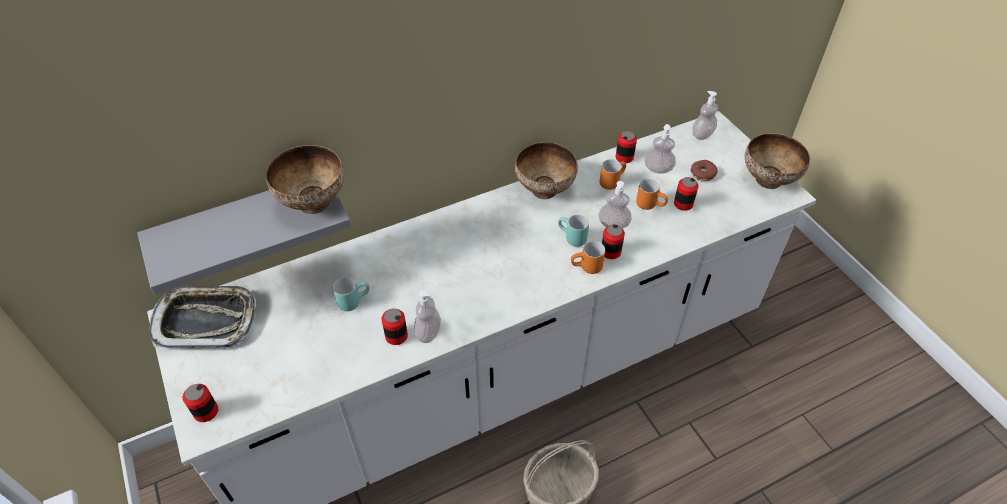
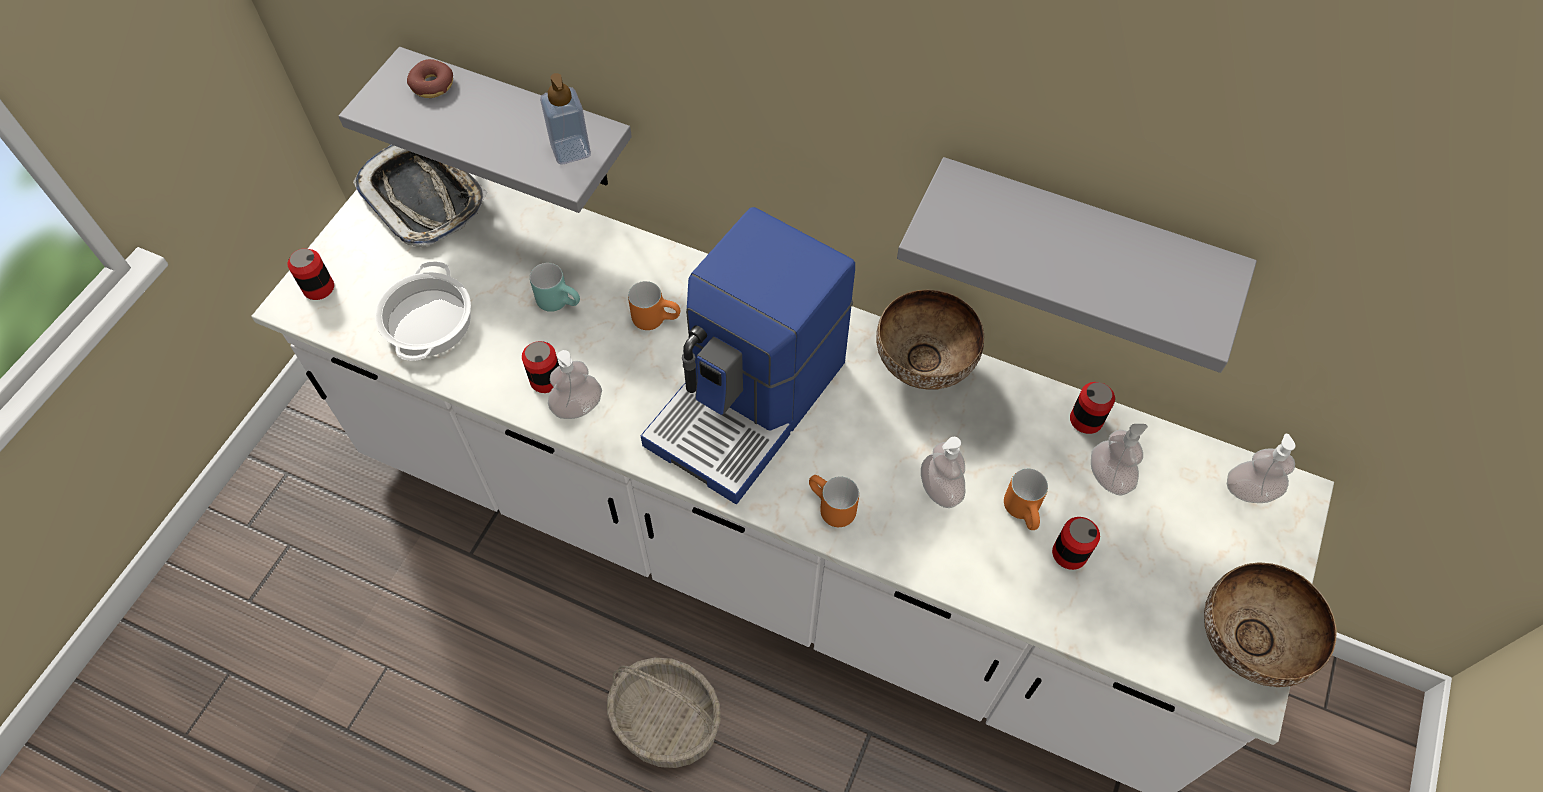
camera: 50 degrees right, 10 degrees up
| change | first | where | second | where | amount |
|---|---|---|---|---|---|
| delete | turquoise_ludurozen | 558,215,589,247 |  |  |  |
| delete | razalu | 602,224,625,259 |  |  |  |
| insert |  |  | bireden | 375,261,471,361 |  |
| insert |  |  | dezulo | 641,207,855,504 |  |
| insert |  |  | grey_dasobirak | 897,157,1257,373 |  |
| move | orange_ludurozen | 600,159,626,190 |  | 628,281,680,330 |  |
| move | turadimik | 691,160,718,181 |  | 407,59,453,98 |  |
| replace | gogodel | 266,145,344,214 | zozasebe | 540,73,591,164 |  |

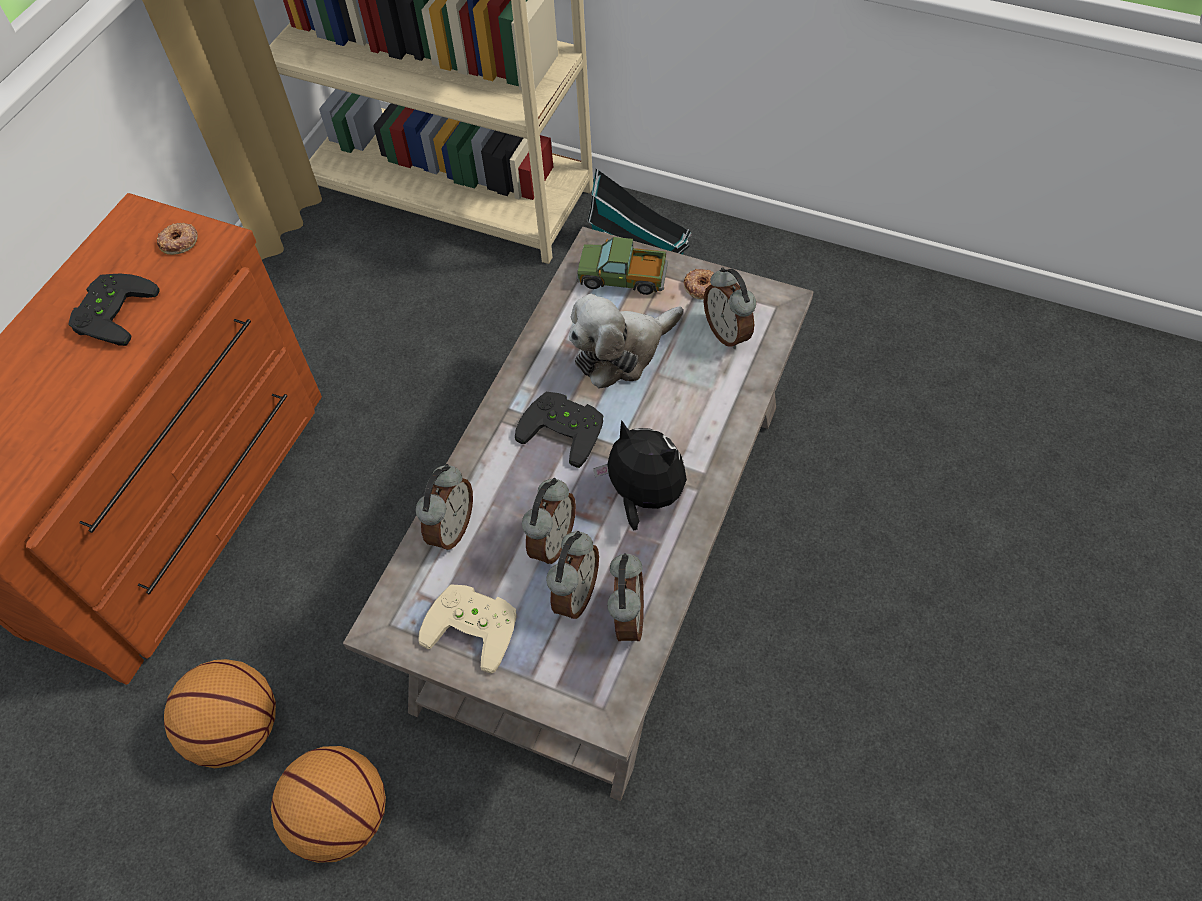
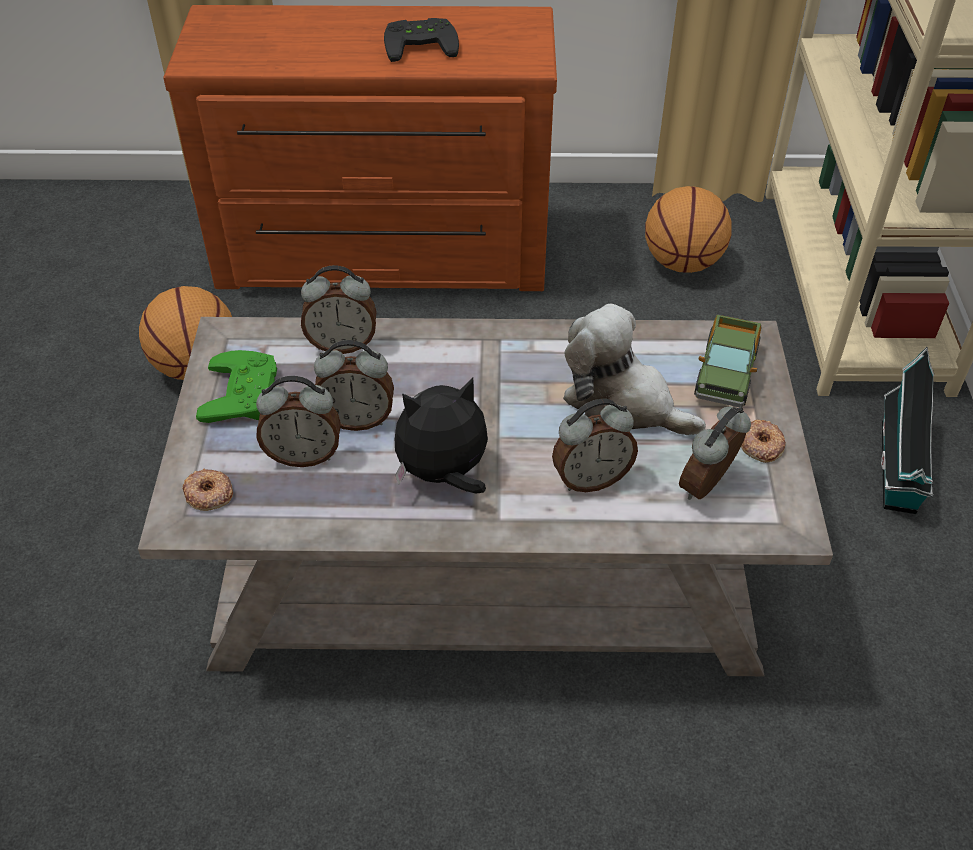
camera: 65 degrees right, 10 degrees down
| change | first | where | second | where | amount |
|---|---|---|---|---|---|
| delete | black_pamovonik | 515,392,603,468 |  |  |  |
| move | turadimik | 157,223,197,255 |  | 182,469,233,511 |  |
| move | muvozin | 271,746,386,863 |  | 645,186,732,273 |  |
| move | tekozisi | 607,553,644,641 |  | 552,399,638,492 |  |
| recolor | beige_pamovonik | 418,584,517,674 | green_pamovonik | 196,350,277,423 |  |
| rotate | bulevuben | 576,237,668,295 |  | 694,315,762,407 | 150 degrees counterclockwise |
| rotate | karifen | 593,420,687,530 |  | 395,377,488,494 | 120 degrees counterclockwise |

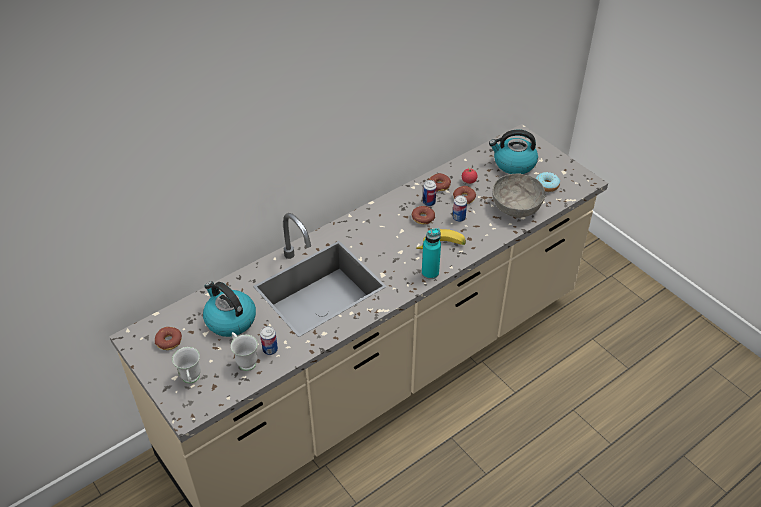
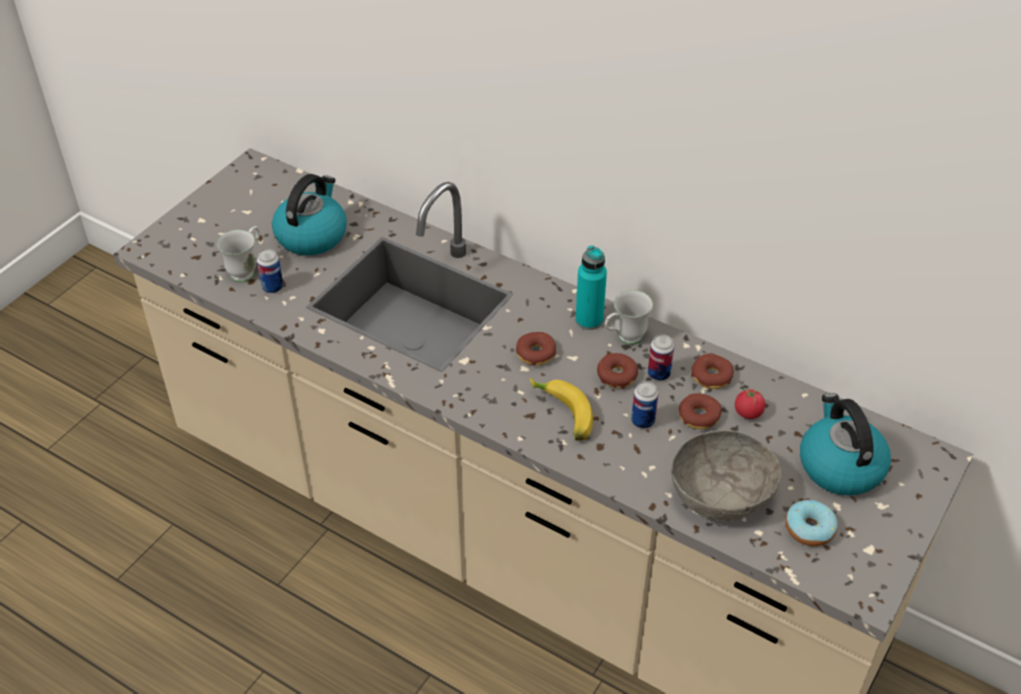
camera: 70 degrees right, 0 degrees up
| change | first | where | second | where | amount |
|---|---|---|---|---|---|
| move | turadimik | 155,327,182,350 |  | 516,332,556,365 |  |
| move | white_ludurozen | 172,347,201,383 |  | 605,290,653,345 |  |
| move | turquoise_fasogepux | 422,228,441,279 |  | 575,245,607,330 |  |

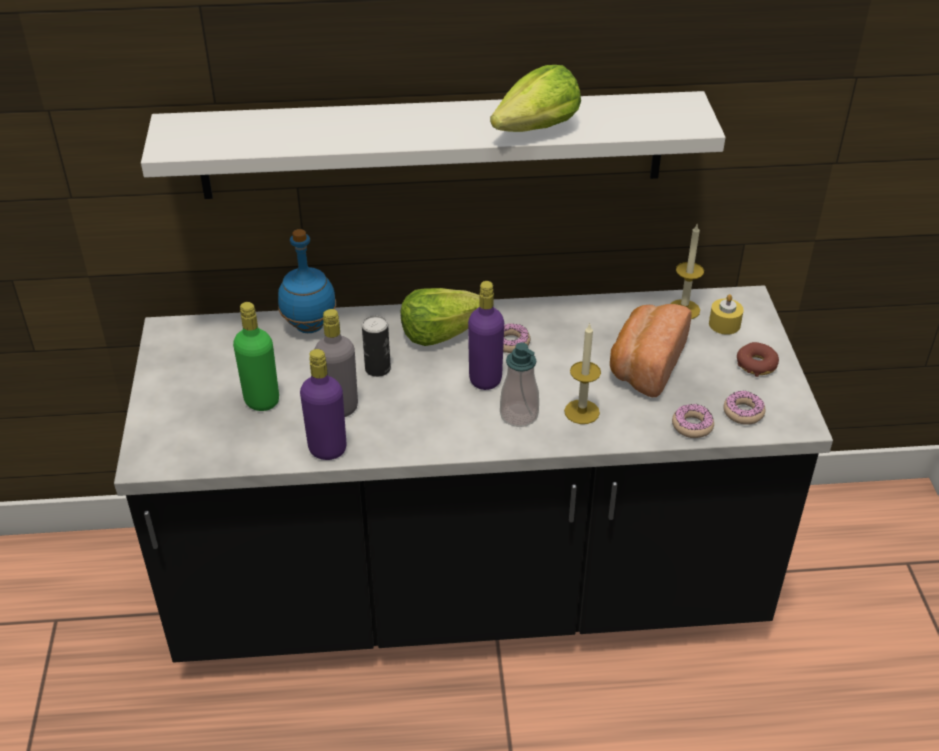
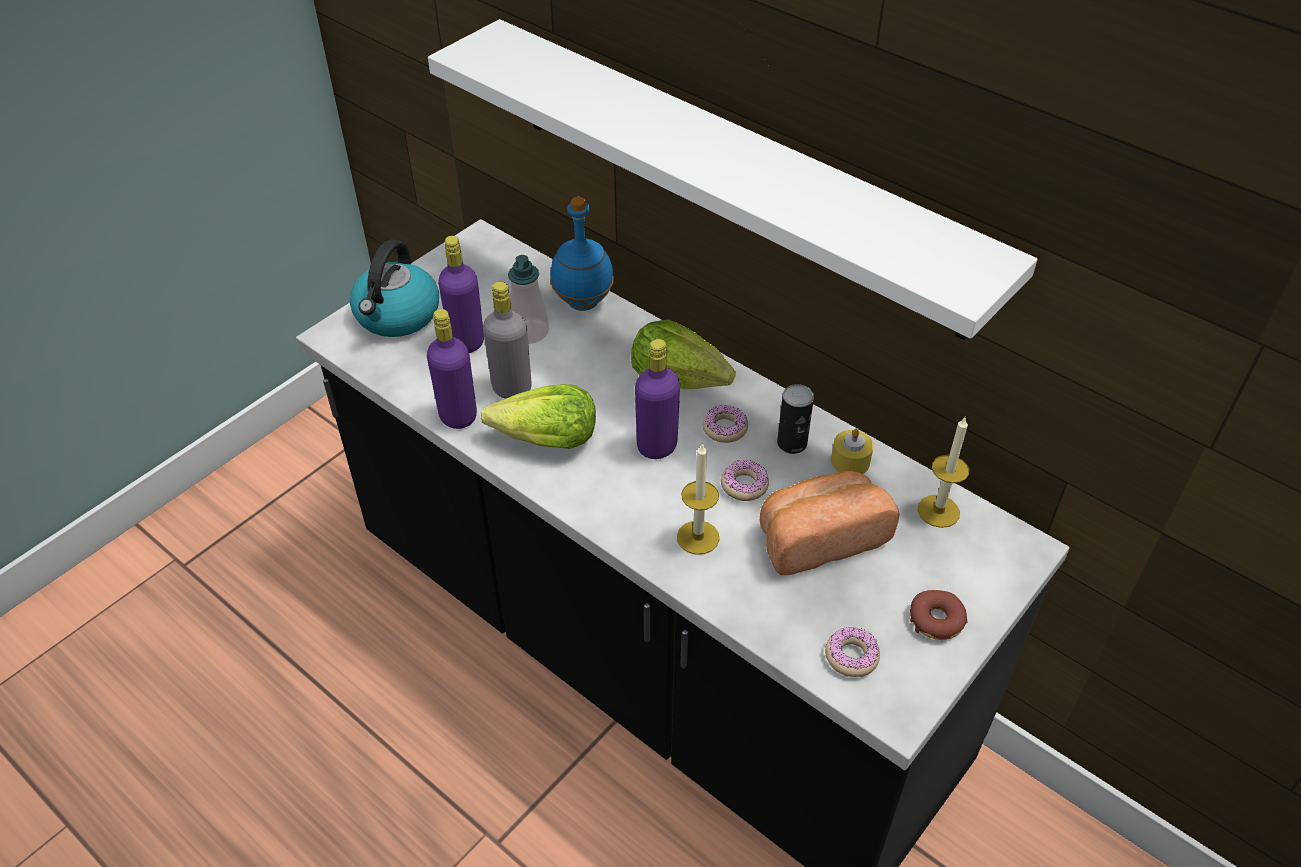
camera: 45 degrees right, 5 degrees up
| change | first | where | second | where | amount |
|---|---|---|---|---|---|
| insert |  |  | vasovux | 350,239,439,337 |  |
| move | razalu | 362,316,391,377 |  | 777,384,814,454 |  |
| move | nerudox | 490,65,581,132 |  | 481,384,596,449 |  |
| move | zozasebe | 500,342,539,427 |  | 508,255,549,344 |  |
| move | turadimik | 672,404,714,438 |  | 721,459,769,501 |  |
| move | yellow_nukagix | 709,294,744,335 |  | 831,429,874,474 |  |
| recolor | green_fasogepux | 233,302,279,411 | purple_fasogepux | 438,236,484,353 |  |

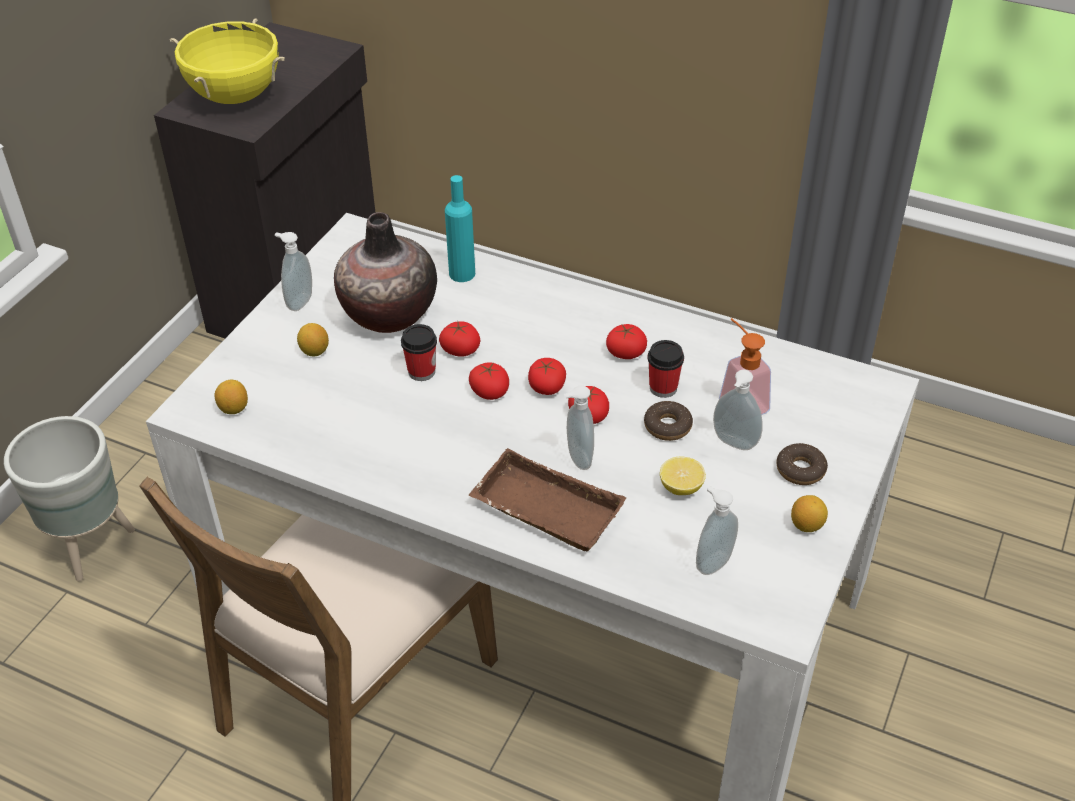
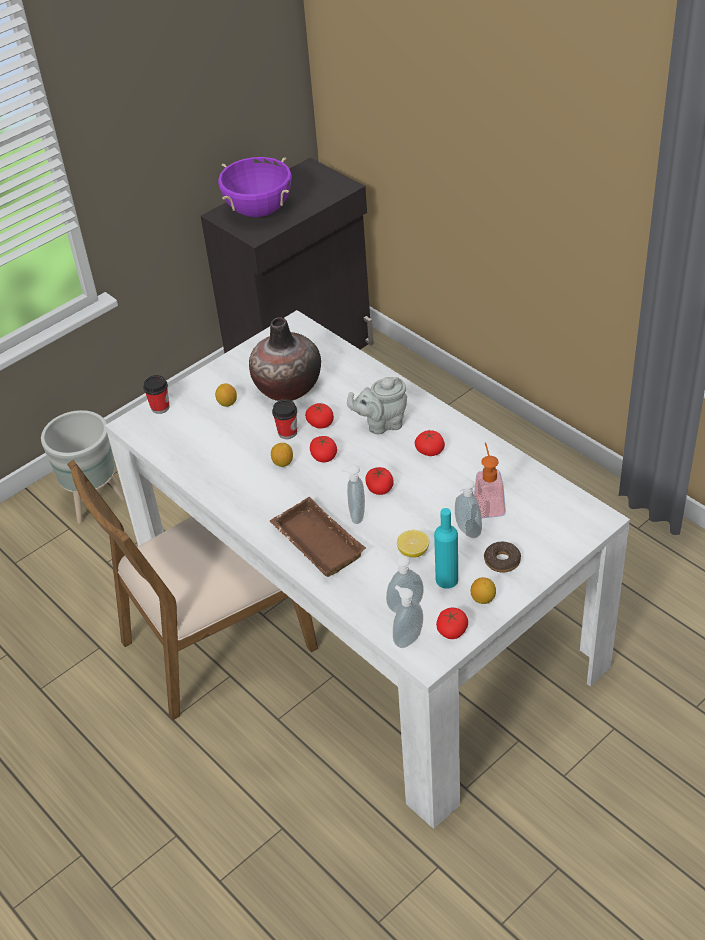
camera: 25 degrees right, 0 degrees up
| change | first | where | second | where | amount |
|---|---|---|---|---|---|
| delete | turadimik | 644,401,693,441 |  |  |  |
| insert |  |  | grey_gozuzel | 347,377,407,434 |  |
| move | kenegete | 215,380,248,414 |  | 271,443,293,467 |  |
| move | zozasebe | 275,232,312,311 |  | 393,585,423,648 |  |
| move | turquoise_fasogepux | 445,175,475,282 |  | 434,508,458,589 |  |
| move | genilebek | 528,358,566,395 |  | 436,608,468,639 |  |
| move | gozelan | 648,340,684,398 |  | 143,375,170,414 |  |
| recolor | yellow_bireden | 170,18,285,104 | purple_bireden | 218,157,292,217 |  |

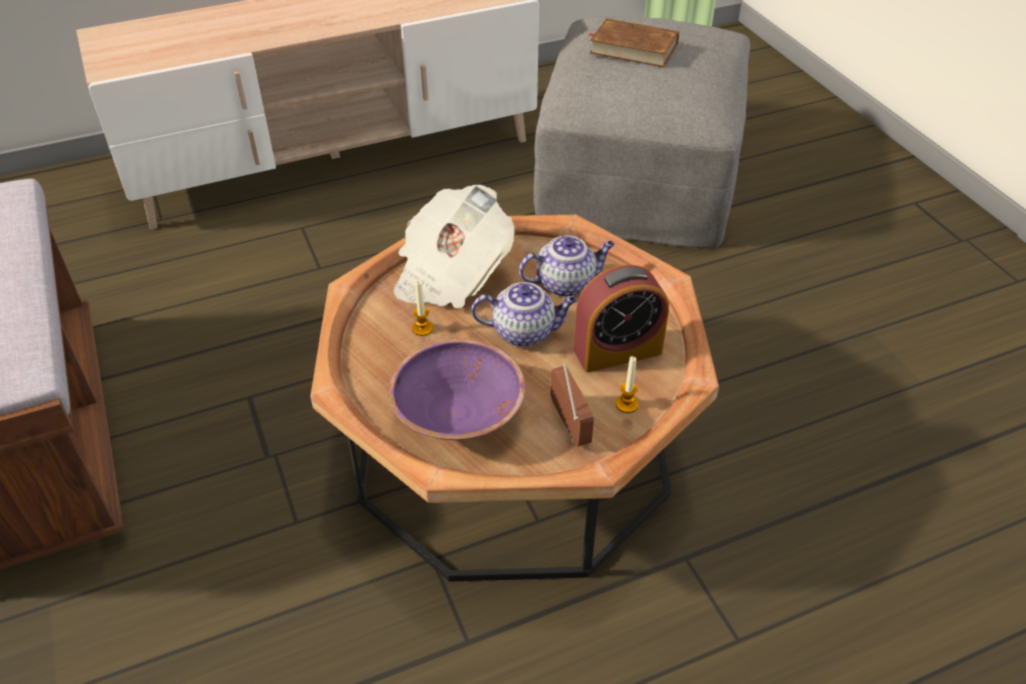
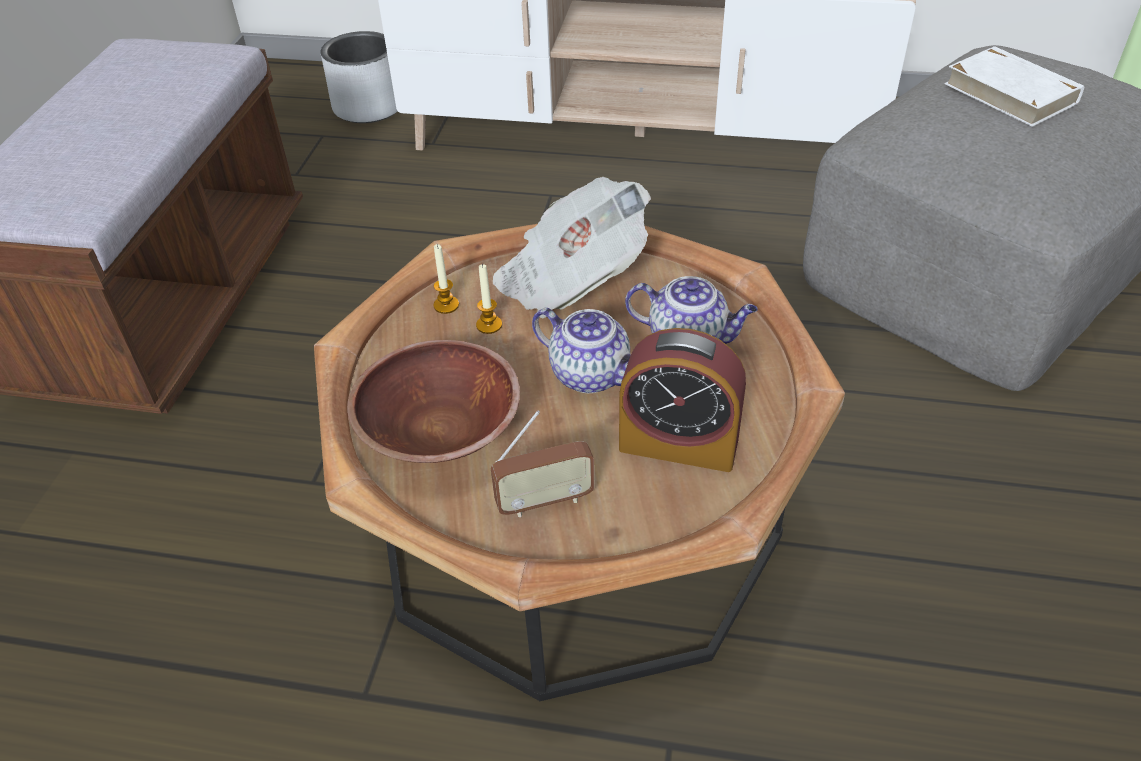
camera: 35 degrees right, 0 degrees up
| change | first | where | second | where | amount |
|---|---|---|---|---|---|
| insert |  |  | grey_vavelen | 321,31,398,123 |  |
| move | nukagix | 616,356,639,413 |  | 434,244,459,314 |  |
| recolor | purple_gogodel | 388,340,525,440 | brown_gogodel | 347,340,520,463 |  |
| recolor | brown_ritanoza | 588,18,679,67 | white_ritanoza | 945,46,1084,127 |  |
| rotate | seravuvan | 550,363,594,447 |  | 491,410,595,517 | 60 degrees clockwise |

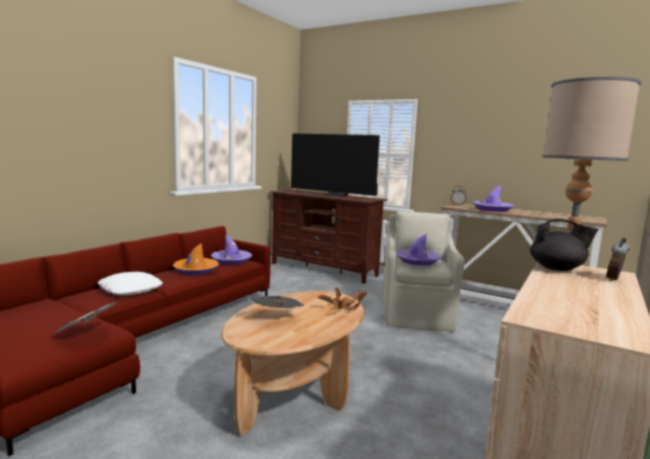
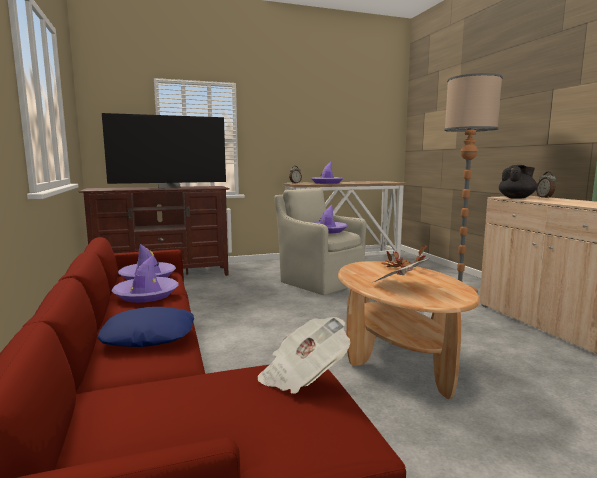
camera: 50 degrees left, 0 degrees up
| change | first | where | second | where | amount |
|---|---|---|---|---|---|
| recolor | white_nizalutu | 98,272,163,295 | blue_nizalutu | 97,307,194,347 |  |
| recolor | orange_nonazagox | 173,243,219,275 | purple_nonazagox | 111,254,179,303 |  |

